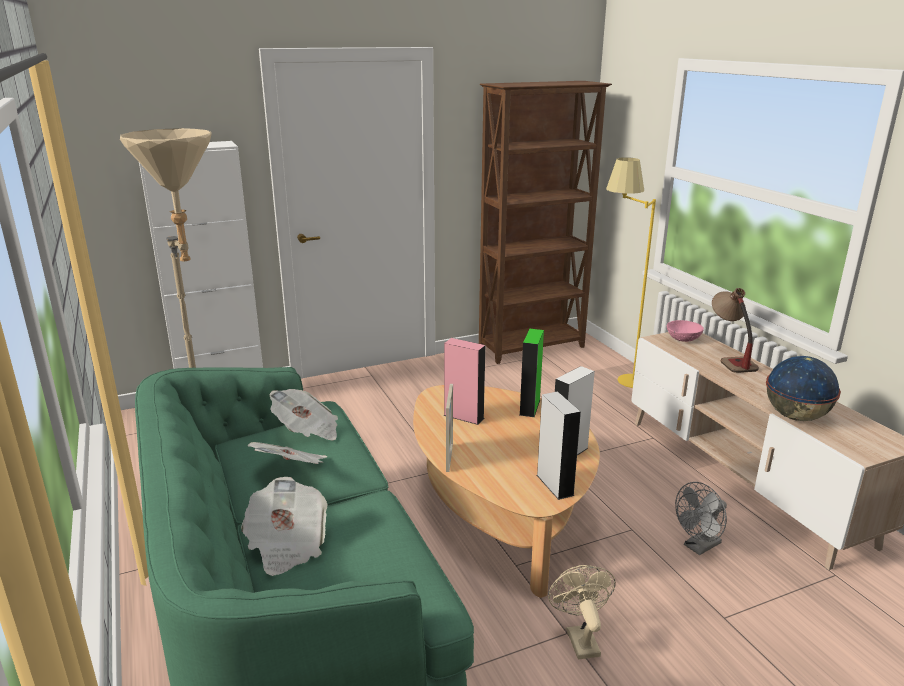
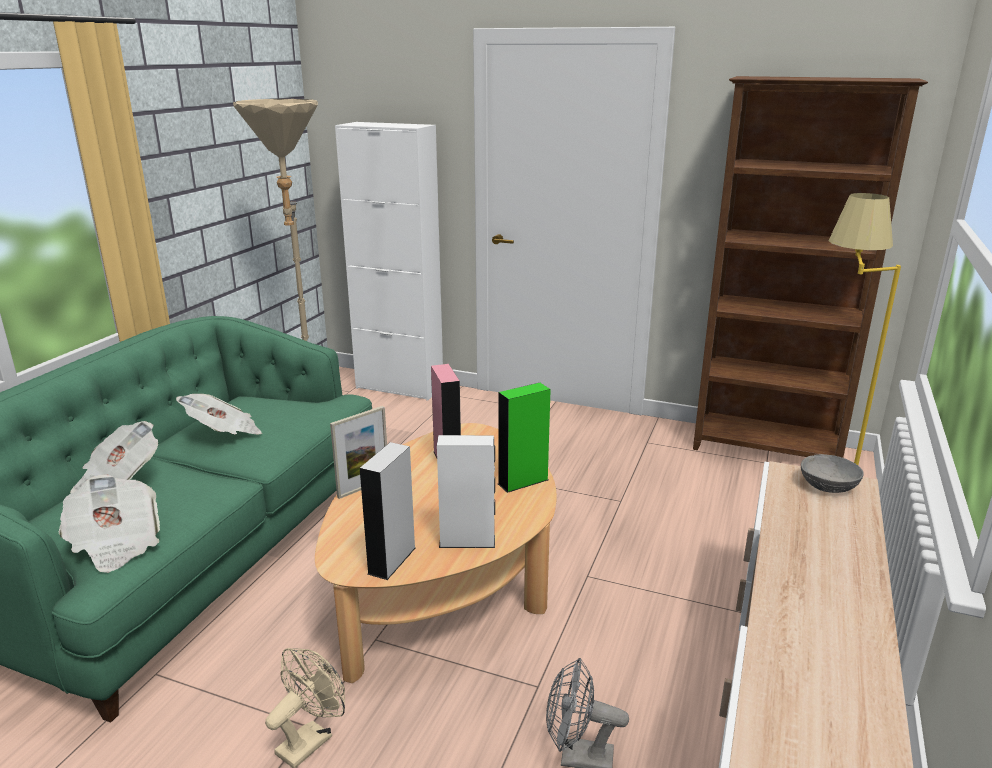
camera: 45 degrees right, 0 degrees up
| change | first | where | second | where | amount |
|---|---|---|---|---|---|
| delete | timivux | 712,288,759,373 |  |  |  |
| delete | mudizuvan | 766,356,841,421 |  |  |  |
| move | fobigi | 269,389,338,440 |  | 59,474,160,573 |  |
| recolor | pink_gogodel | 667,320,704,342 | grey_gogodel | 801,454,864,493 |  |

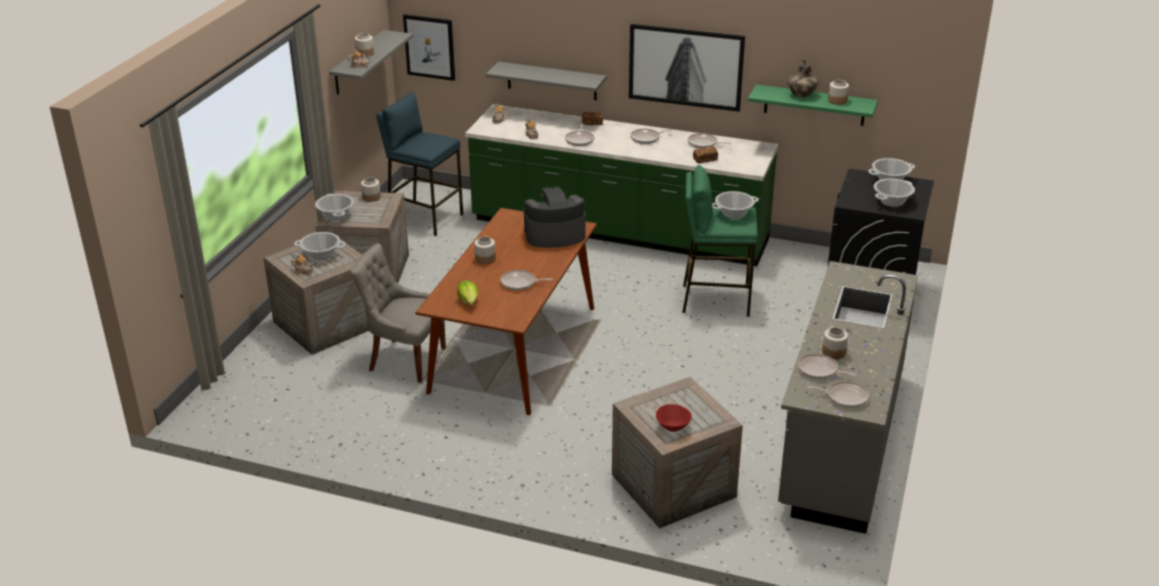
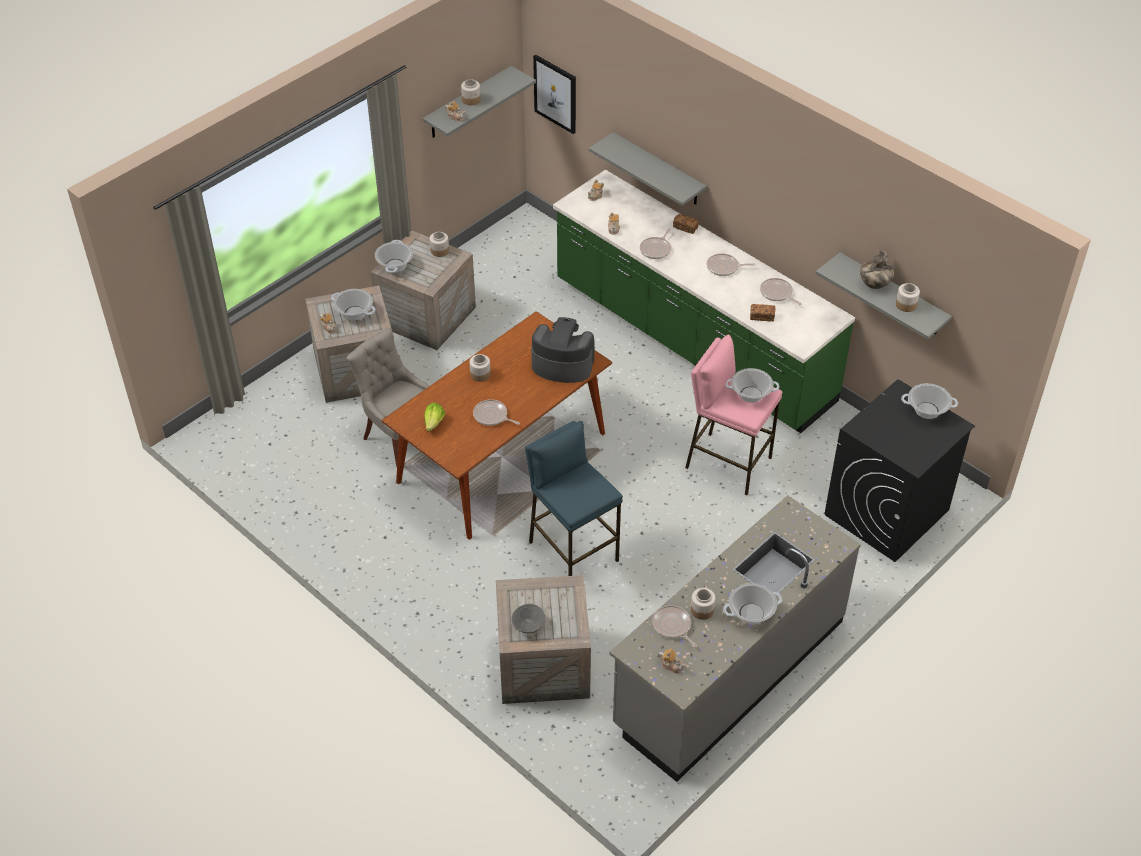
camera: 25 degrees right, 15 degrees up
| change | first | where | second | where | amount |
|---|---|---|---|---|---|
| delete | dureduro | 629,24,745,112 |  |  |  |
| move | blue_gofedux | 376,92,463,236 |  | 525,421,623,576 |  |
| move | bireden | 874,178,915,207 |  | 723,583,782,624 |  |
| replace | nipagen | 807,381,869,408 | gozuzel | 658,649,686,674 |  |
| recolor | red_gogodel | 656,404,692,432 | grey_gogodel | 511,604,546,634 |  |
| recolor | green_gofedux | 682,165,758,317 | pink_gofedux | 685,335,782,495 |  |
| recolor | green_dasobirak | 748,84,878,126 | grey_dasobirak | 816,252,952,339 |  |

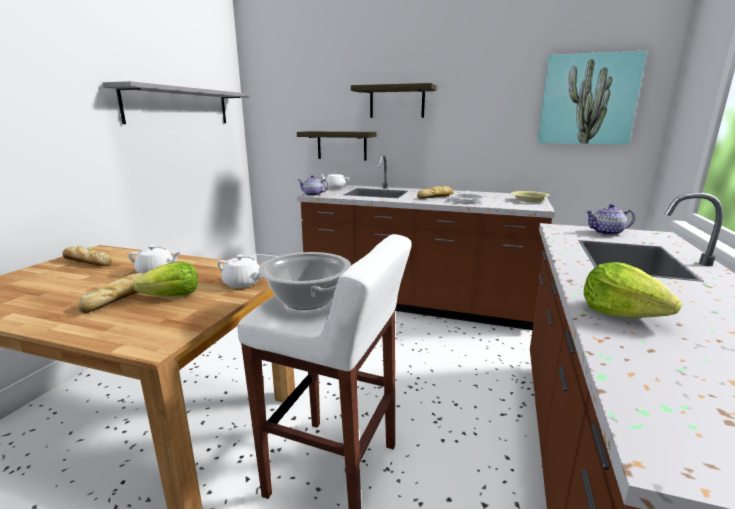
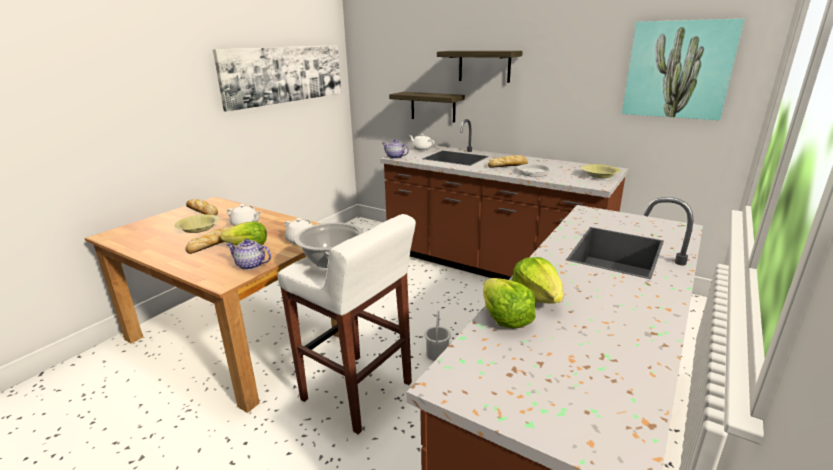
camera: 15 degrees right, 5 degrees up
| change | first | where | second | where | amount |
|---|---|---|---|---|---|
| insert |  |  | yellow_gogodel | 174,214,219,233 |  |
| insert |  |  | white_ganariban | 424,310,451,361 |  |
| insert |  |  | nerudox | 483,278,536,329 |  |
| move | gozuzel | 585,204,635,236 |  | 226,239,271,270 |  |
| replace | grey_dasobirak | 102,81,250,124 | dureduro | 213,45,341,112 |  |

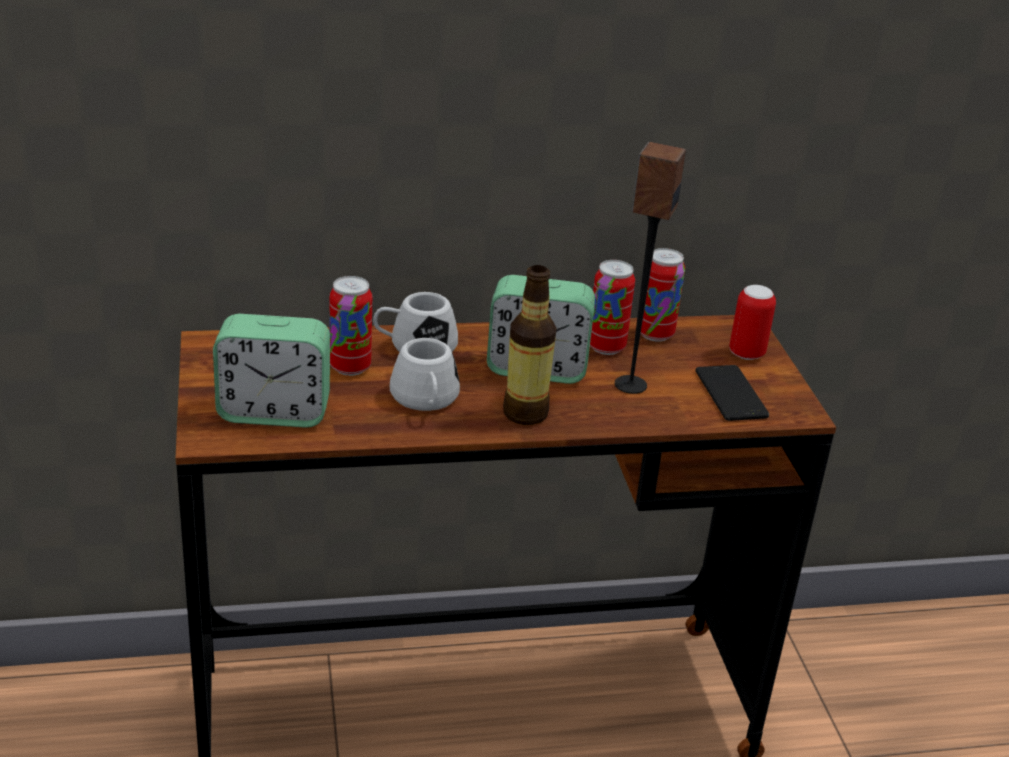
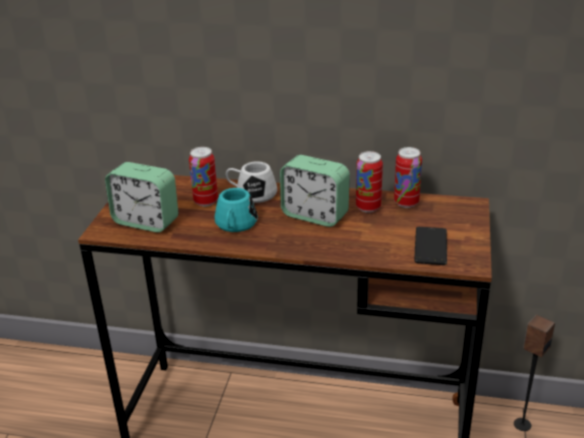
camera: 25 degrees right, 0 degrees up
| change | first | where | second | where | amount |
|---|---|---|---|---|---|
| delete | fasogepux | 503,265,557,425 |  |  |  |
| delete | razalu | 729,285,776,360 |  |  |  |
| move | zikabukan | 615,142,686,394 |  | 514,315,555,431 |  |
| recolor | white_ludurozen | 390,338,460,411 | turquoise_ludurozen | 215,188,258,232 |  |

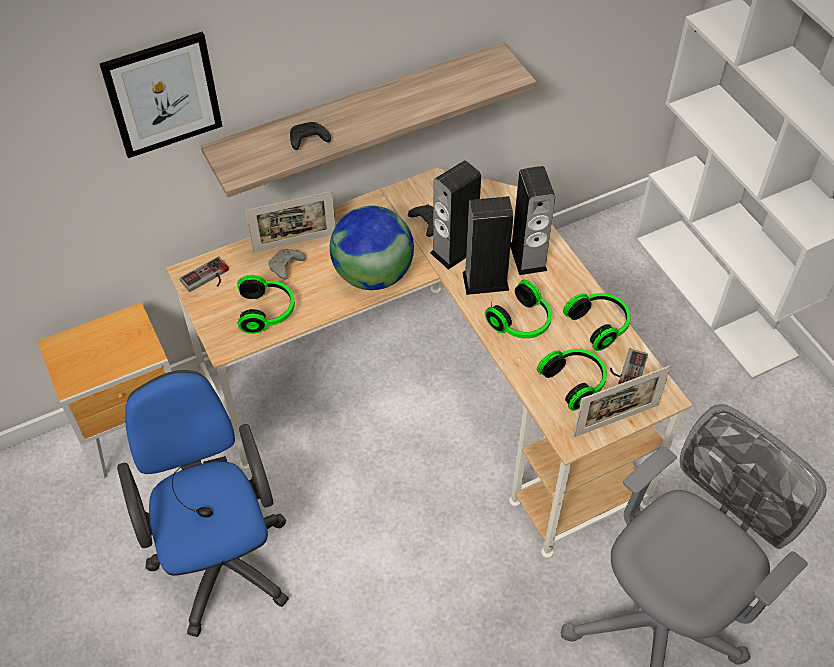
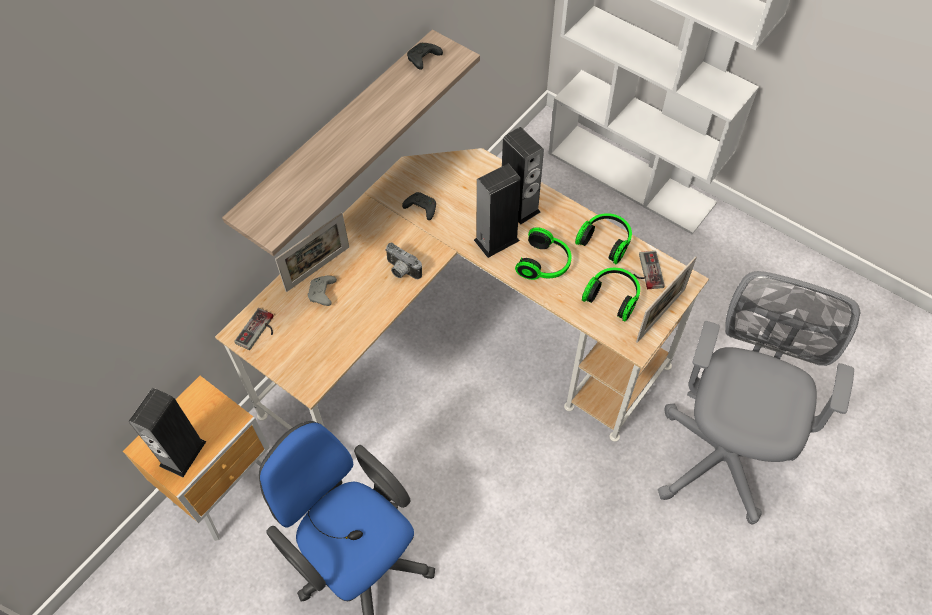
camera: 25 degrees left, 5 degrees up
| change | first | where | second | where | amount |
|---|---|---|---|---|---|
| delete | dureduro | 100,32,223,158 |  |  |  |
| delete | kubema | 237,275,295,334 |  |  |  |
| move | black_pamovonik | 290,122,331,150 |  | 407,43,443,70 |  |
| move | zikabukan | 430,160,481,270 |  | 129,388,206,477 |  |
| replace | mudizuvan | 330,206,414,290 | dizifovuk | 385,242,422,279 |  |

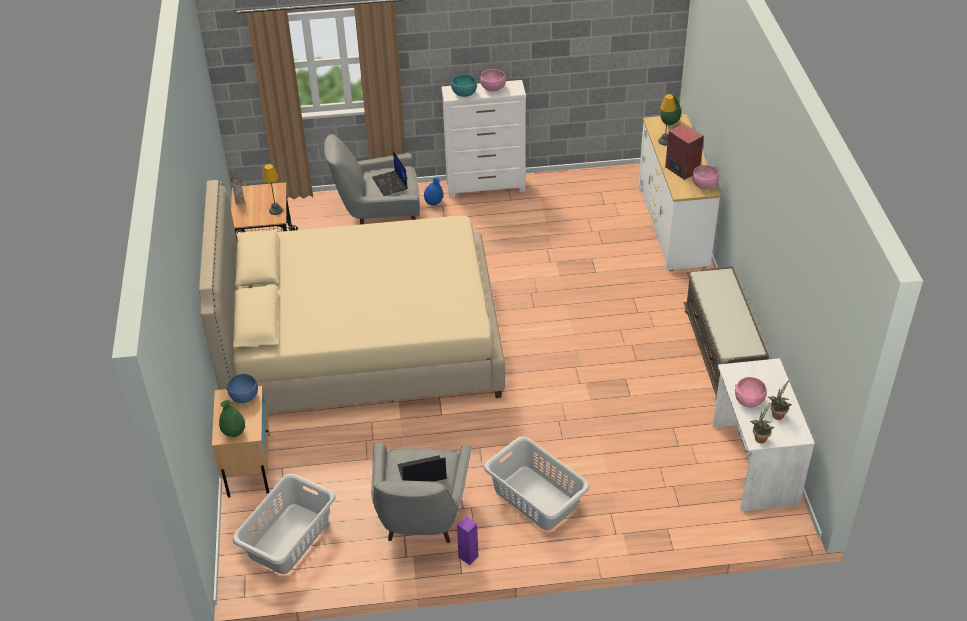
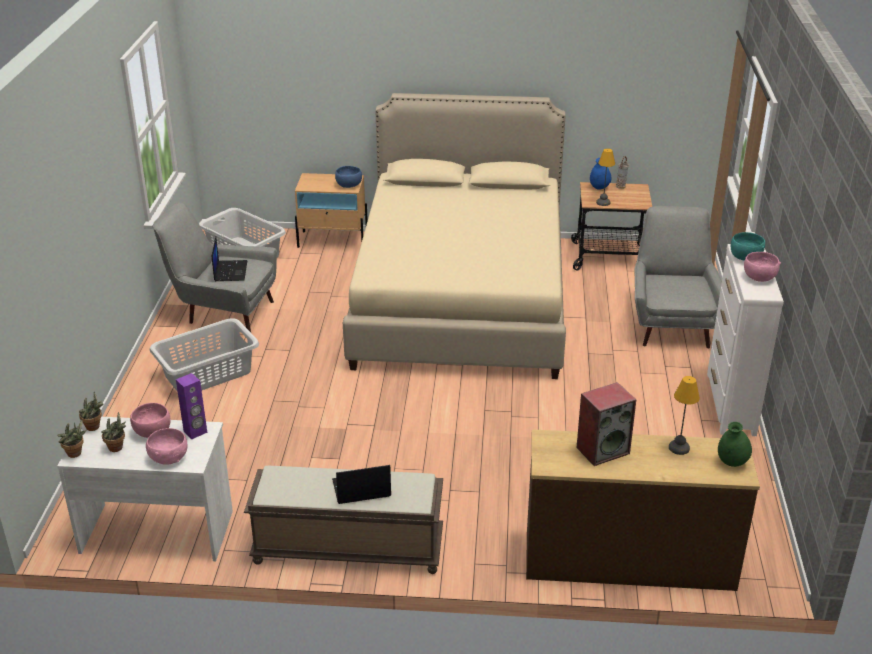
camera: 100 degrees right, 10 degrees down
| change | first | where | second | where | amount |
|---|---|---|---|---|---|
| delete | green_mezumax | 219,400,245,437 |  |  |  |
| insert |  |  | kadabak | 57,419,87,458 |  |
| move | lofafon | 372,151,408,196 |  | 332,465,391,504 |  |
| move | blue_mezumax | 424,178,443,205 |  | 590,158,611,189 |  |
| move | purple_zikabukan | 457,516,478,565 |  | 176,373,207,439 |  |
| move | pink_gogodel | 692,165,720,189 |  | 146,428,188,465 |  |
| recolor | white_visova | 638,114,721,271 | brown_visova | 526,429,760,591 |  |

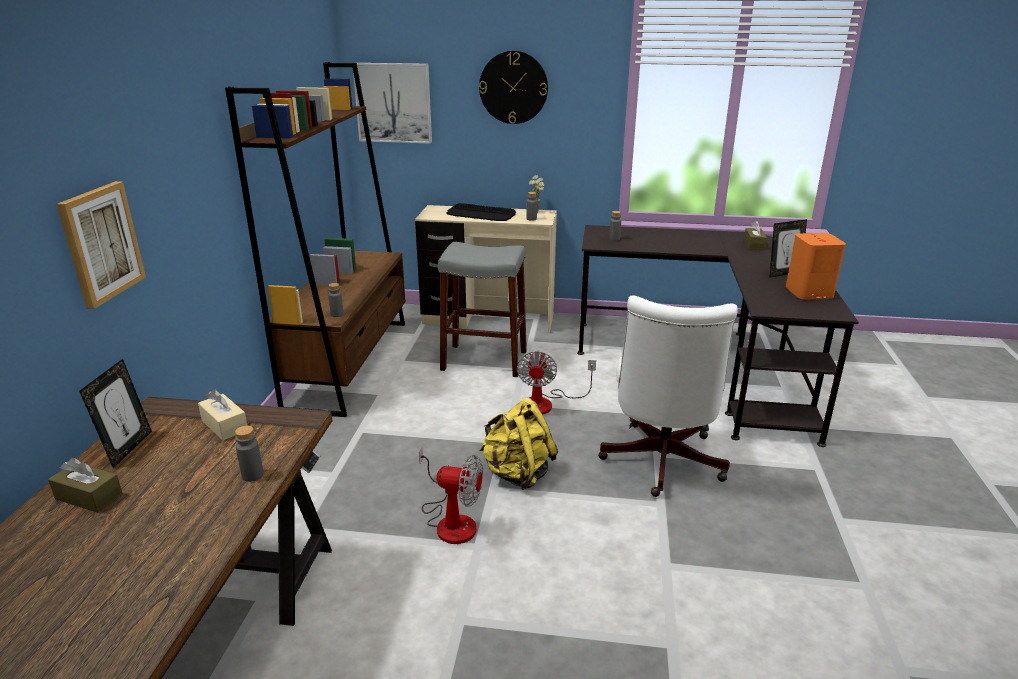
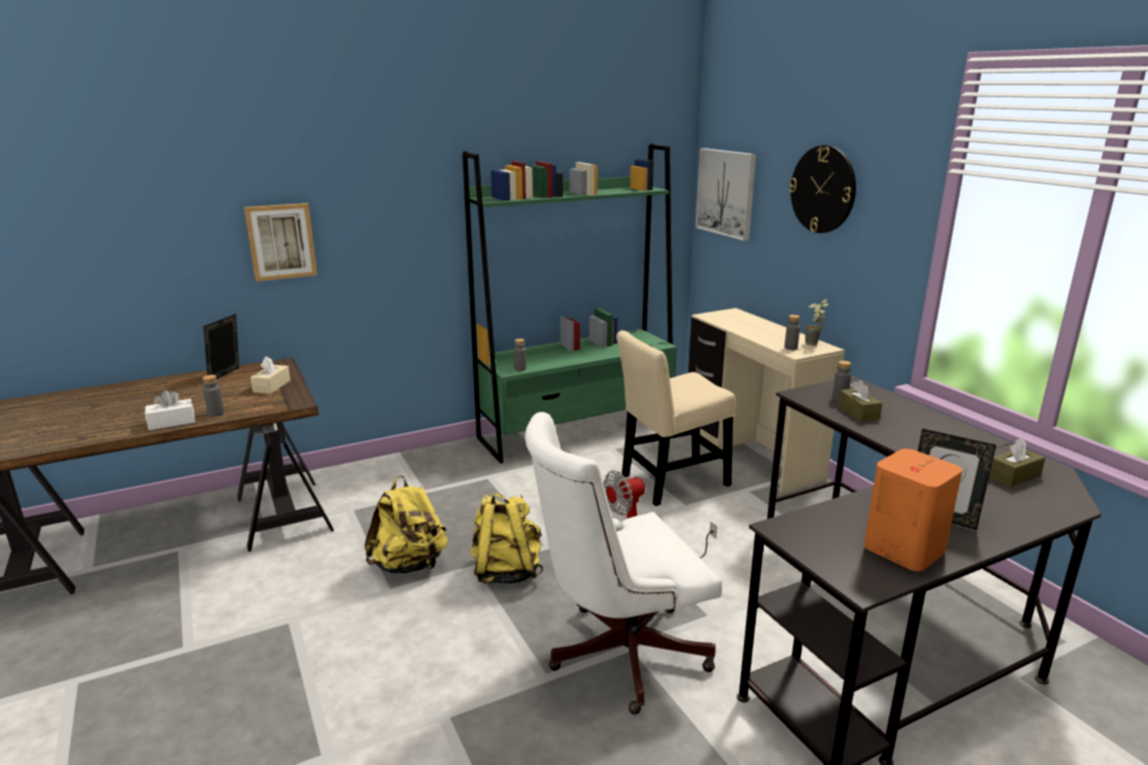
camera: 55 degrees right, 5 degrees down
| change | first | where | second | where | amount |
|---|---|---|---|---|---|
| delete | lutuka | 447,203,516,221 |  |  |  |
| insert |  |  | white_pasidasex | 145,390,195,430 |  |
| move | brown_pasidasex | 48,458,123,513 |  | 838,380,882,422 |  |
| replace | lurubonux | 419,447,483,544 | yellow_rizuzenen | 364,475,448,574 |  |
| replace | grey_gofedux | 438,242,527,377 | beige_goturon | 616,330,736,506 |  |
| recolor | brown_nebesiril | 225,62,406,417 | green_nebesiril | 462,144,677,463 |  |
| rotate | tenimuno | 79,359,152,468 |  | 204,314,239,379 | 135 degrees clockwise |

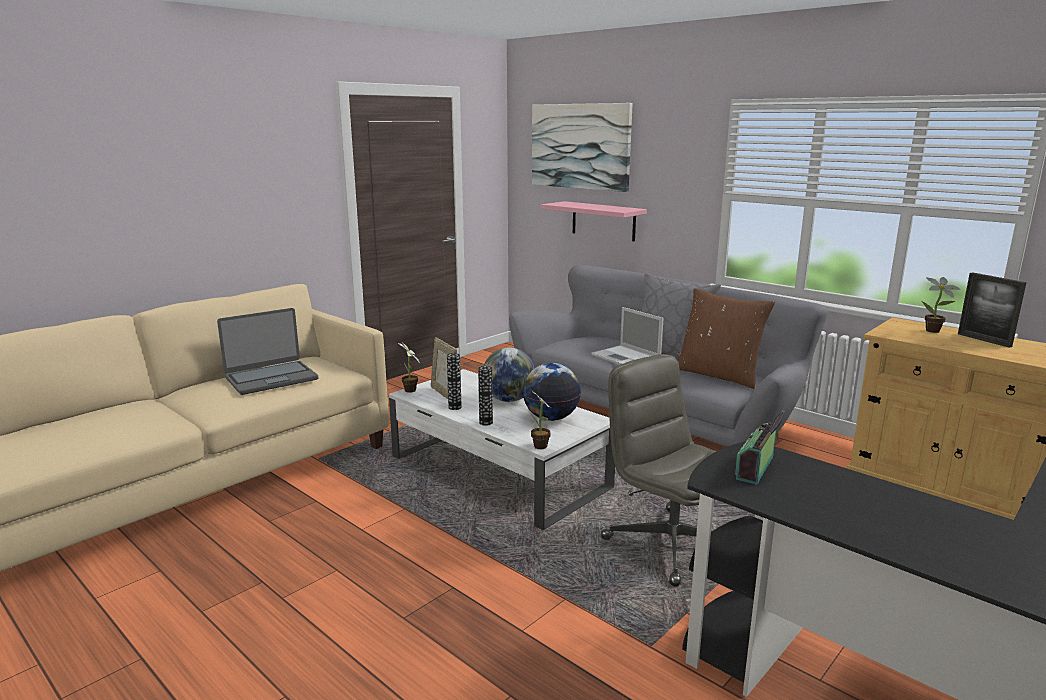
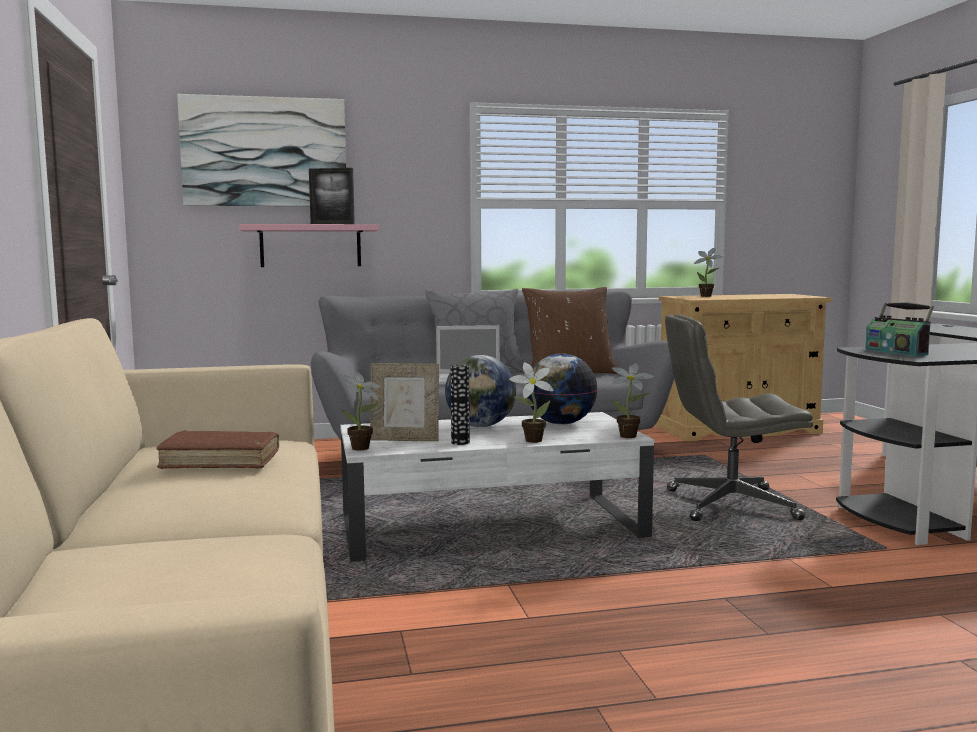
camera: 55 degrees left, 10 degrees down
| change | first | where | second | where | amount |
|---|---|---|---|---|---|
| move | tenimuno | 958,272,1027,348 |  | 309,168,355,224 |  |
| replace | lofafon | 217,308,318,395 | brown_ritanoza | 156,430,279,469 |  |
| replace | mezumax | 478,366,493,426 | kadabak | 509,362,554,443 |  |

